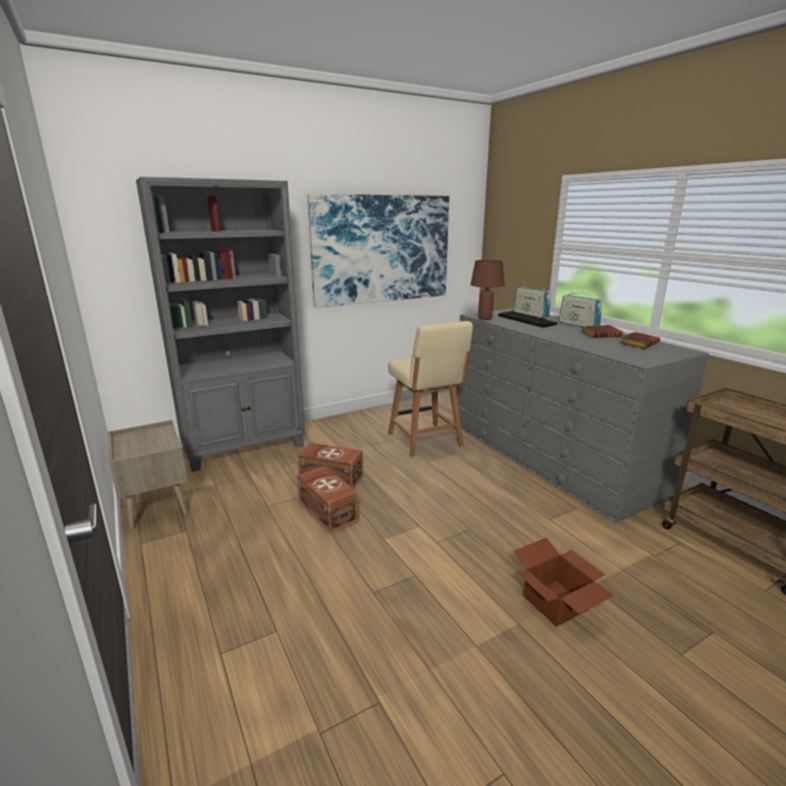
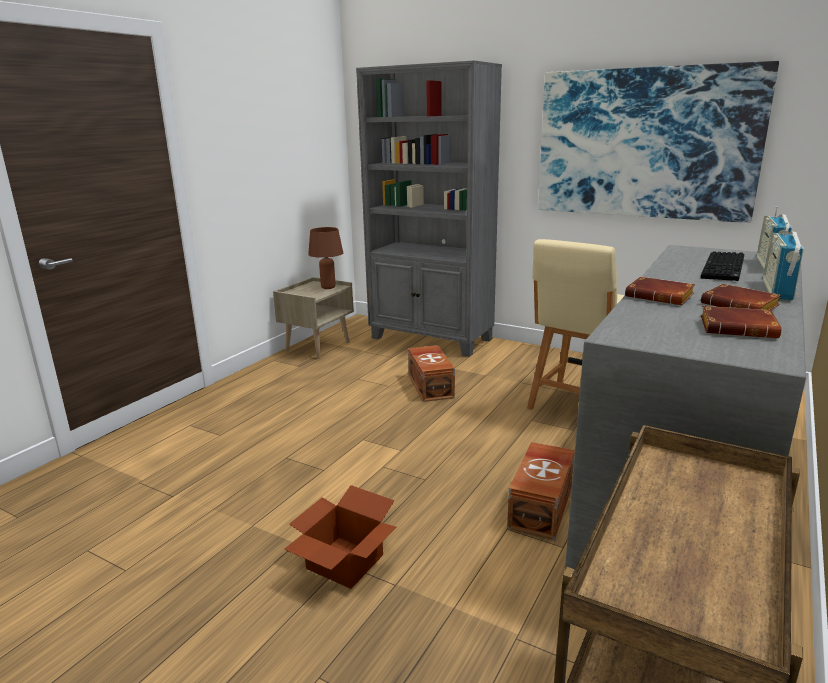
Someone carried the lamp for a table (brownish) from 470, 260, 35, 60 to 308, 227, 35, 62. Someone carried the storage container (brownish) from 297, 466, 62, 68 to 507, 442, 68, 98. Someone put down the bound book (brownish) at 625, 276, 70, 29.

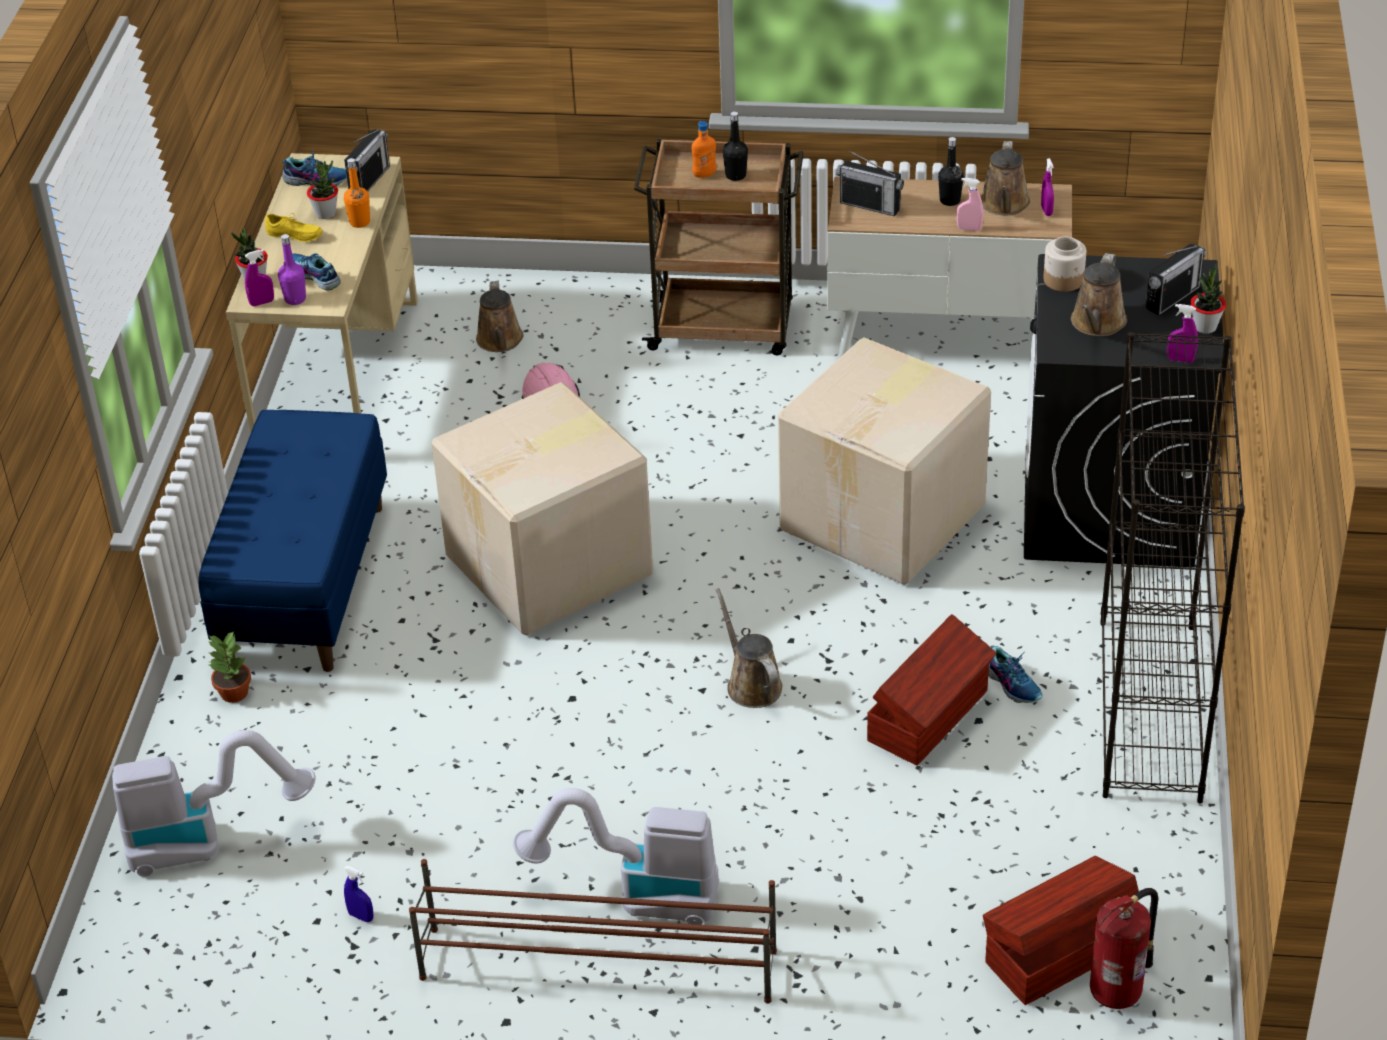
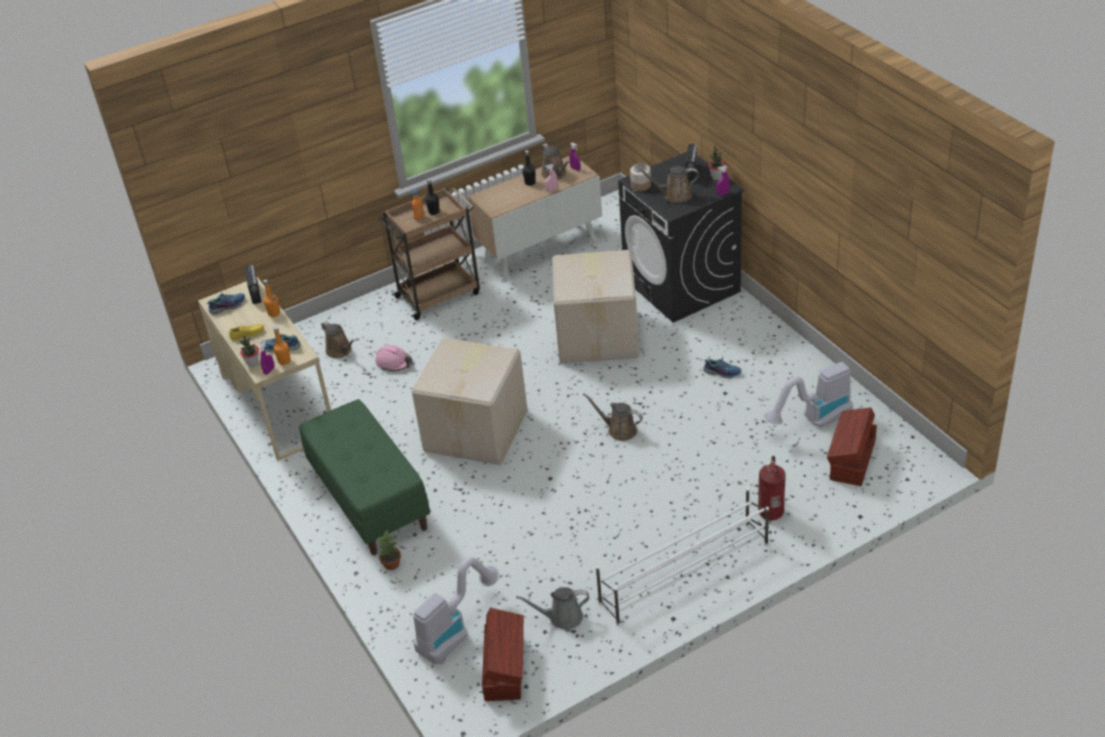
Someone repainted the bottle (purple-coloured) at 278, 234, 28, 71, which became the bottle (orange) at 273, 327, 18, 38. Someone repainted the indoor bench (blue) at 198, 410, 189, 262, which became the indoor bench (green-coloured) at 299, 399, 131, 156. Someone carried the storage container (brownish) from 867, 614, 130, 152 to 482, 608, 42, 93. Someone swapped the sprayer (blue) at 344, 866, 30, 56 for the watering pot (gray) at 516, 587, 73, 43. Someone repainted the shoe rack (brownish) at 409, 859, 368, 145, which became the shoe rack (white-coloured) at 596, 488, 173, 138. Someone rotated the watering pot (brownish) at 1071, 253, 56, 84 by 105 degrees clockwise. Someone carried the extinguisher from 1090, 888, 68, 121 to 758, 456, 28, 64. Someone carried the vacuum from 513, 788, 206, 137 to 764, 362, 89, 66. Someone took away the plant in a pot at 307, 160, 31, 59. Someone took away the radio receiver at 836, 150, 68, 66. Someone took away the shelving unit (blackish) at 1100, 332, 145, 472.

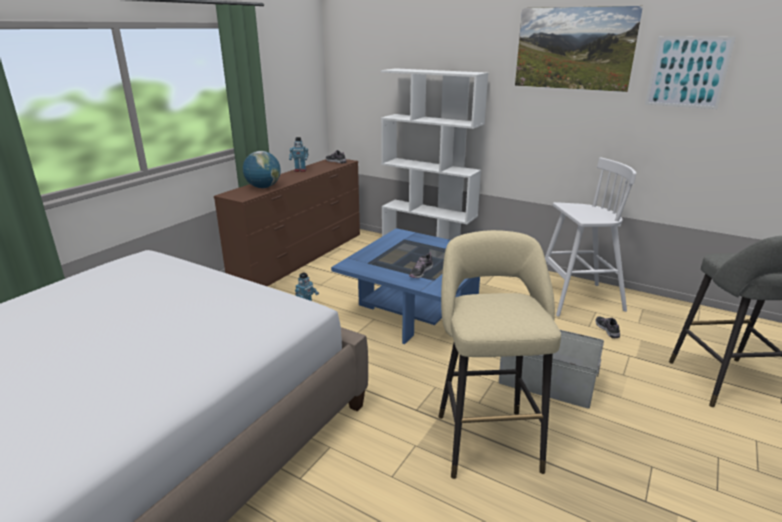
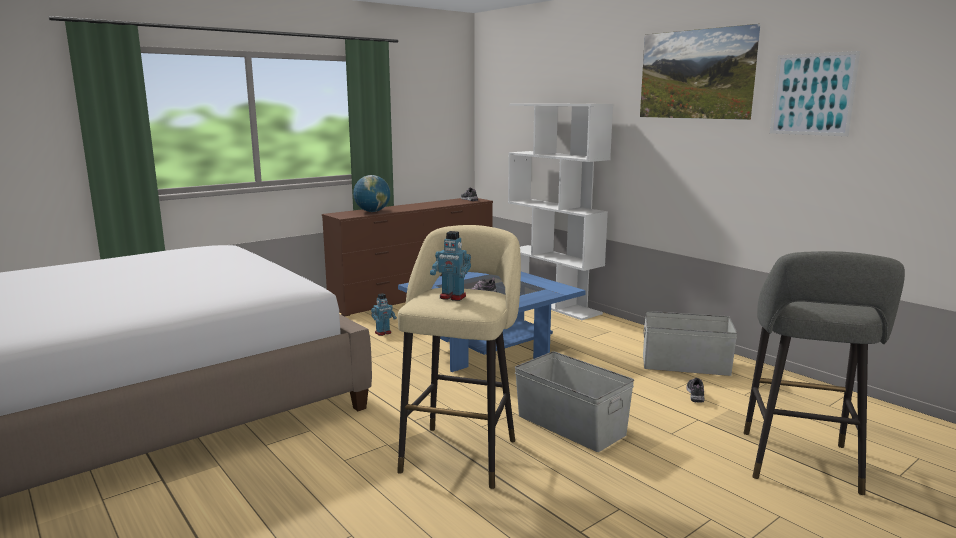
Someone carried the model robot from 289, 137, 19, 35 to 430, 231, 41, 70. Someone swapped the stool (white-coloured) at 545, 158, 91, 159 for the storage container (gray) at 643, 311, 95, 65.

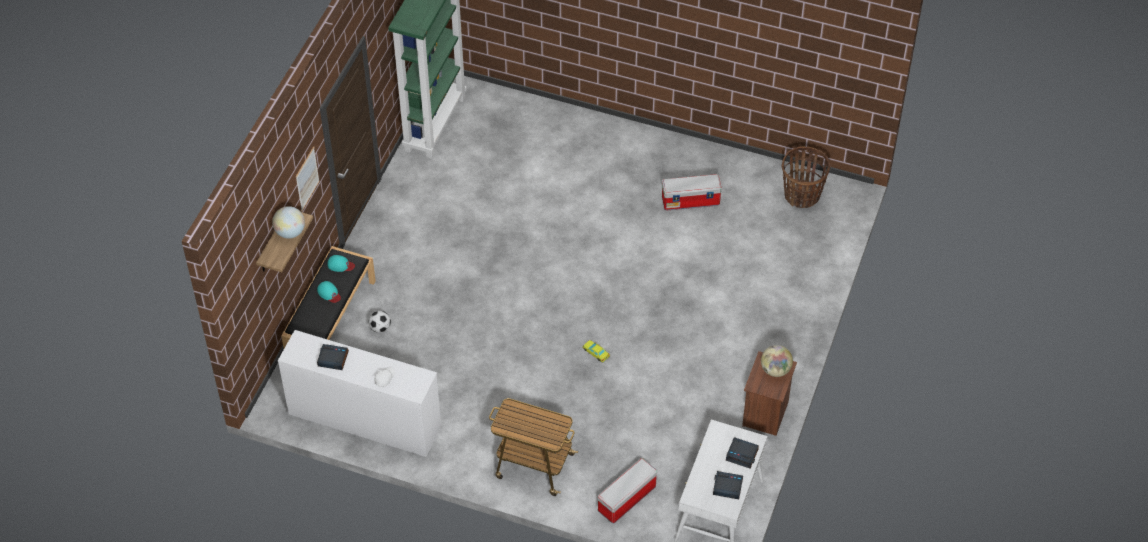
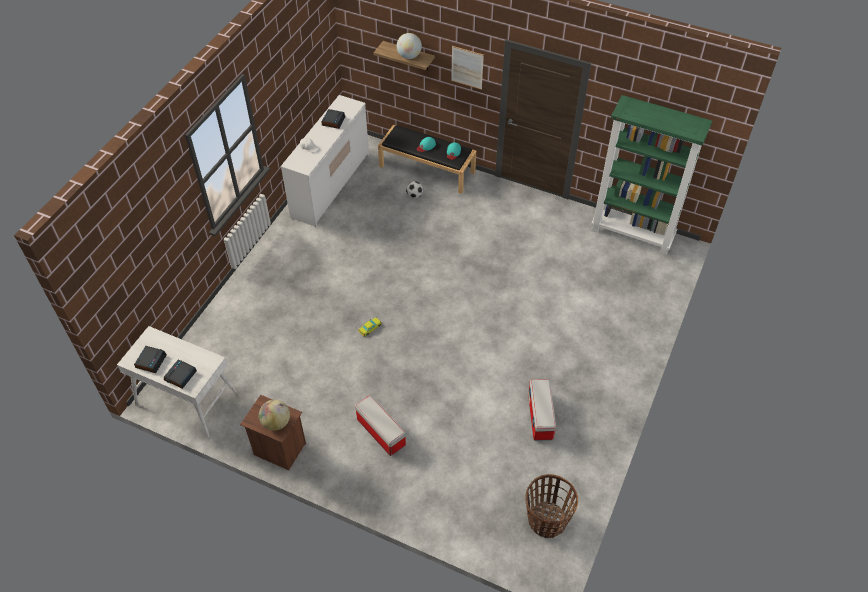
Someone carried the storage container from 598, 458, 59, 66 to 355, 396, 51, 60. Someone took away the cart at 489, 398, 89, 98.

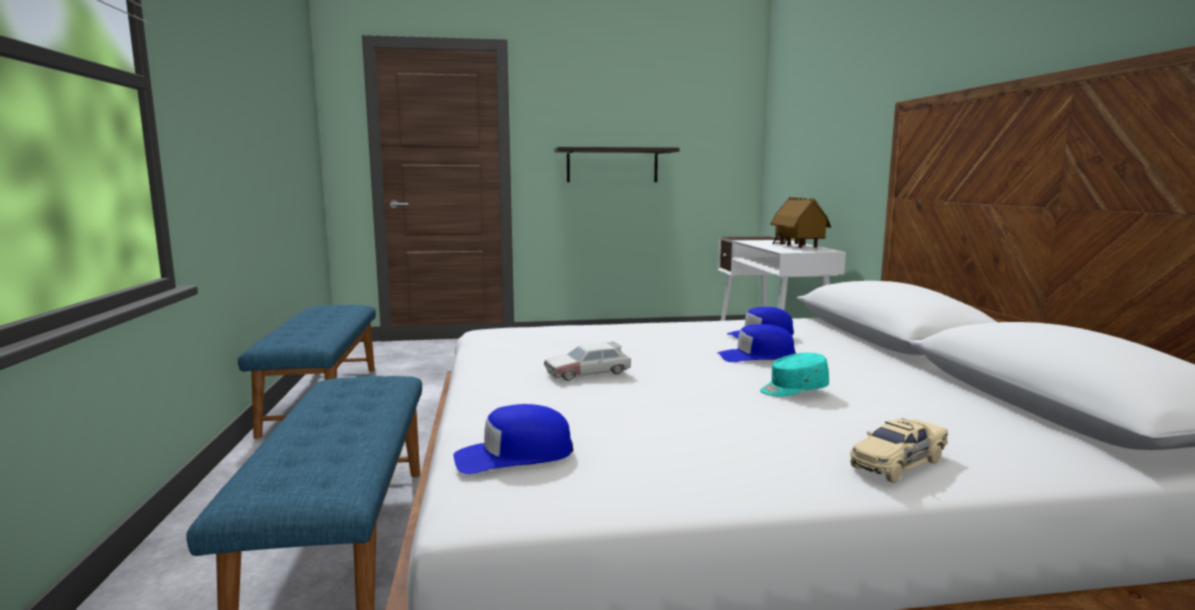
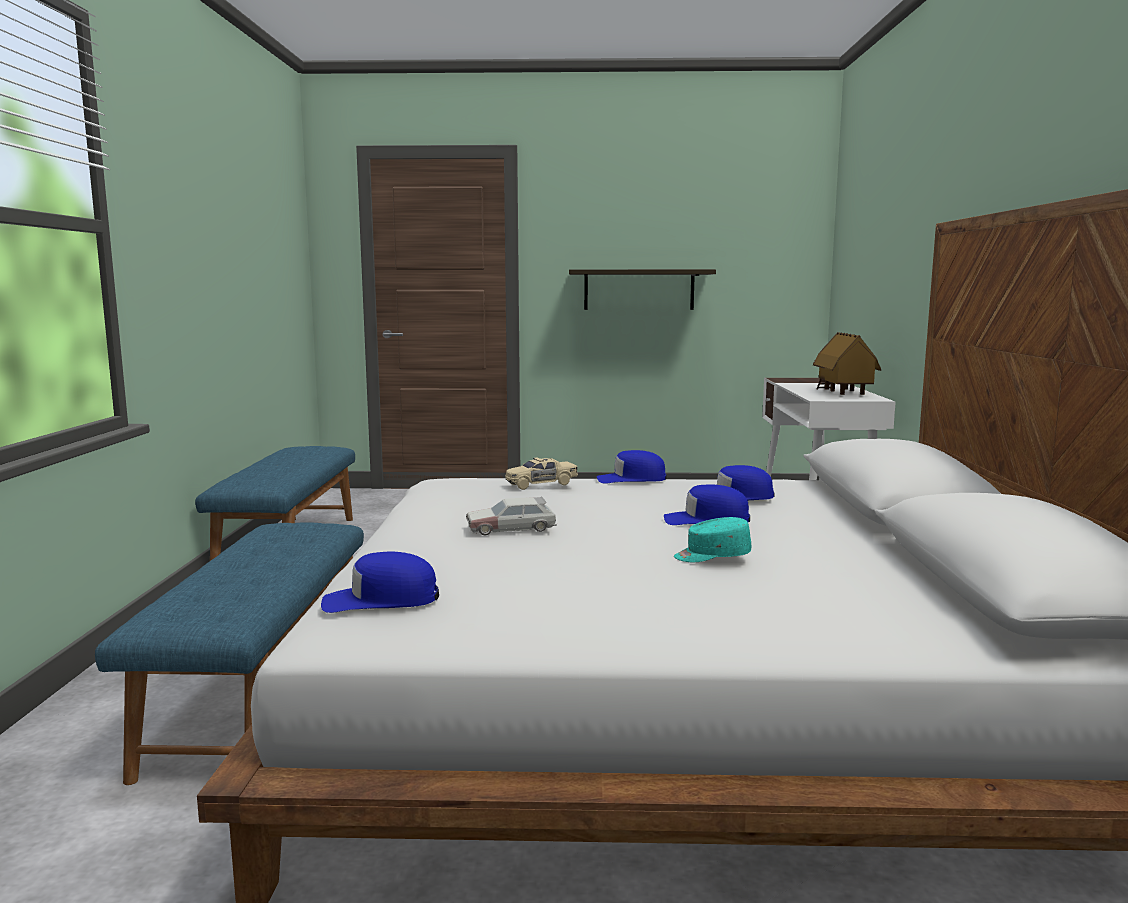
Someone carried the toy car (beige) from 850, 418, 98, 65 to 505, 457, 73, 33. Someone put down the cap (blue) at 597, 450, 70, 34.

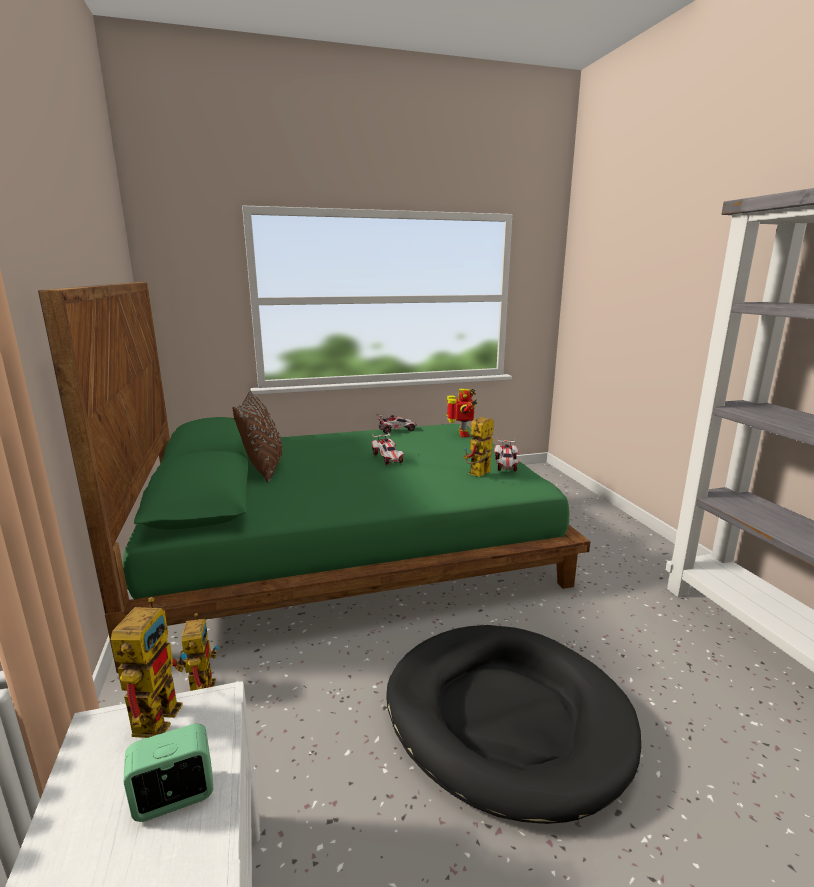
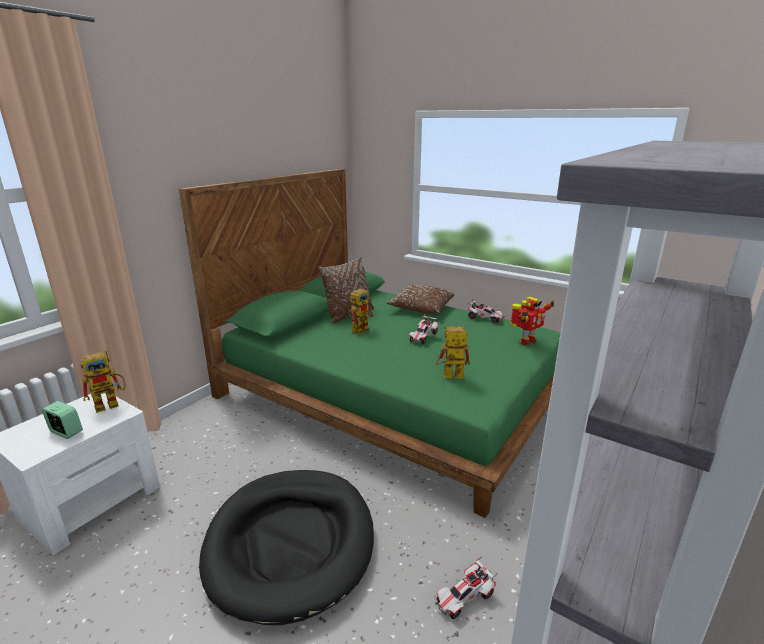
Someone carried the model robot from 180, 613, 38, 78 to 351, 286, 23, 48. Someone put down the cushion (brownish) at 386, 285, 68, 29. Someone carried the toy car from 494, 437, 25, 35 to 435, 556, 63, 63.

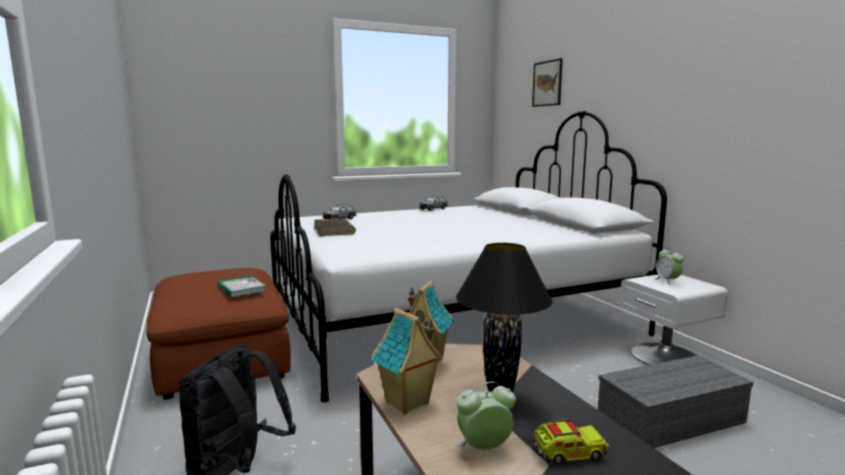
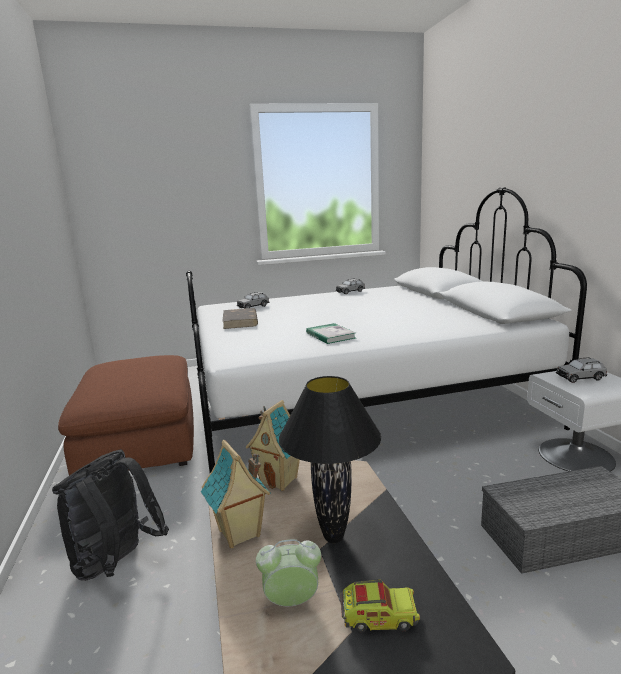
Someone carried the bound book from 218, 276, 49, 22 to 306, 323, 50, 21. Someone swapped the table clock at 654, 247, 30, 38 for the toy car (gray) at 556, 357, 51, 26. Someone took away the wall art at 532, 58, 31, 49.

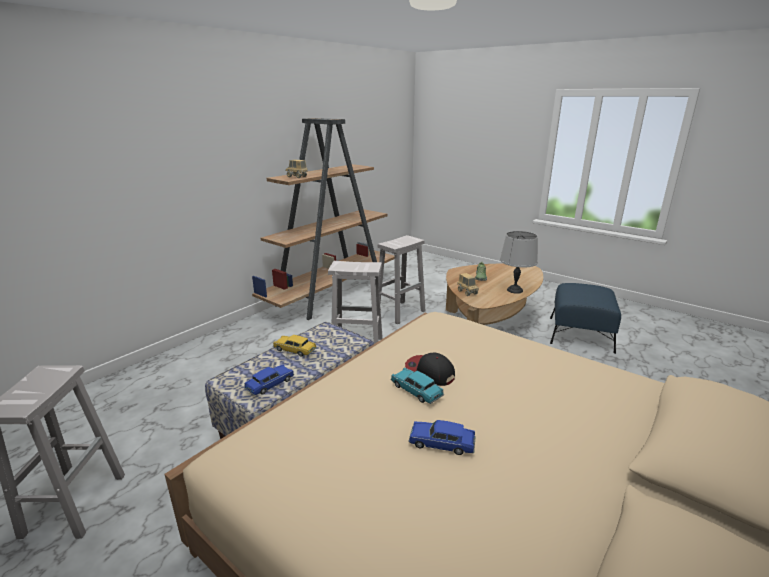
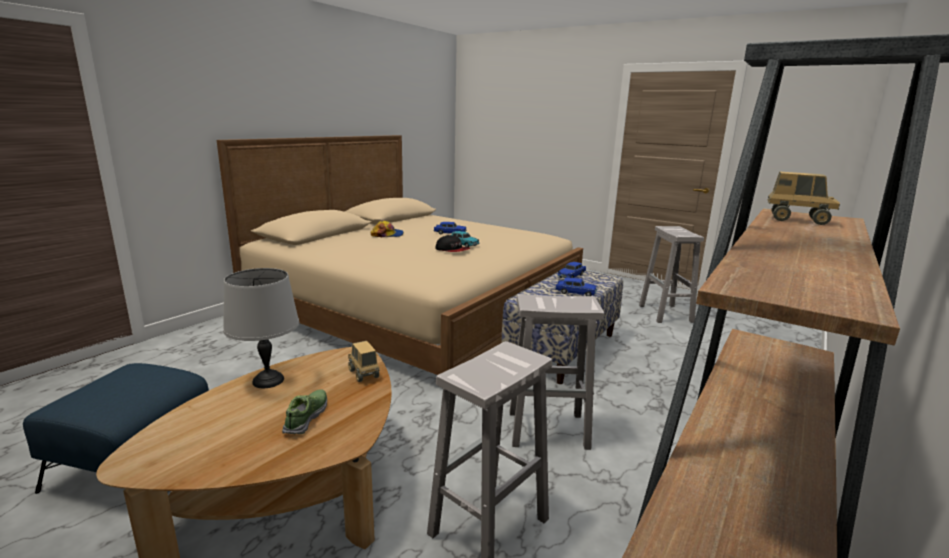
Someone put down the cap at 370, 221, 34, 16. Someone repainted the toy car (yellow) at 273, 335, 44, 22, which became the toy car (blue) at 555, 278, 42, 18.

